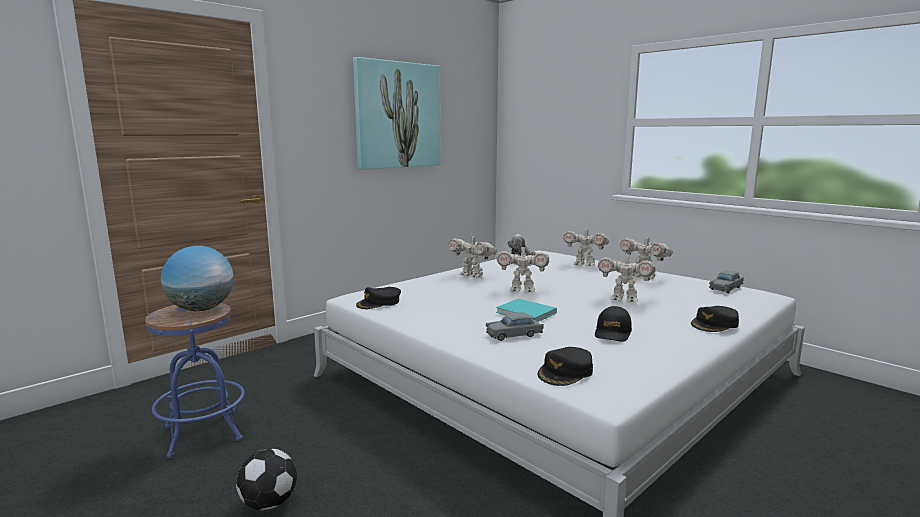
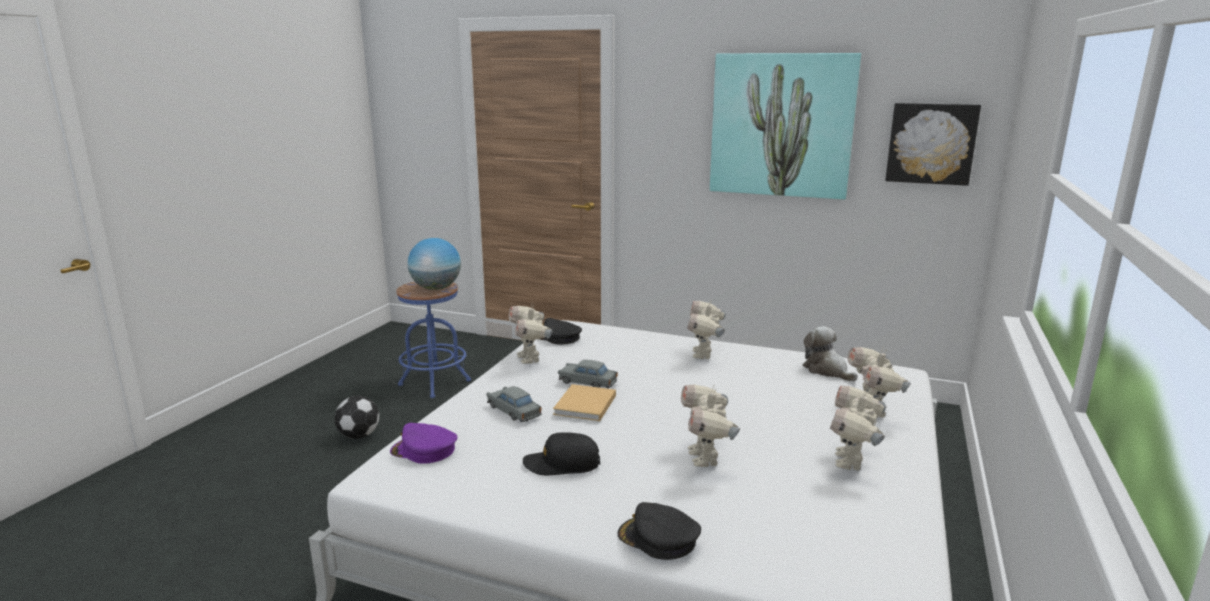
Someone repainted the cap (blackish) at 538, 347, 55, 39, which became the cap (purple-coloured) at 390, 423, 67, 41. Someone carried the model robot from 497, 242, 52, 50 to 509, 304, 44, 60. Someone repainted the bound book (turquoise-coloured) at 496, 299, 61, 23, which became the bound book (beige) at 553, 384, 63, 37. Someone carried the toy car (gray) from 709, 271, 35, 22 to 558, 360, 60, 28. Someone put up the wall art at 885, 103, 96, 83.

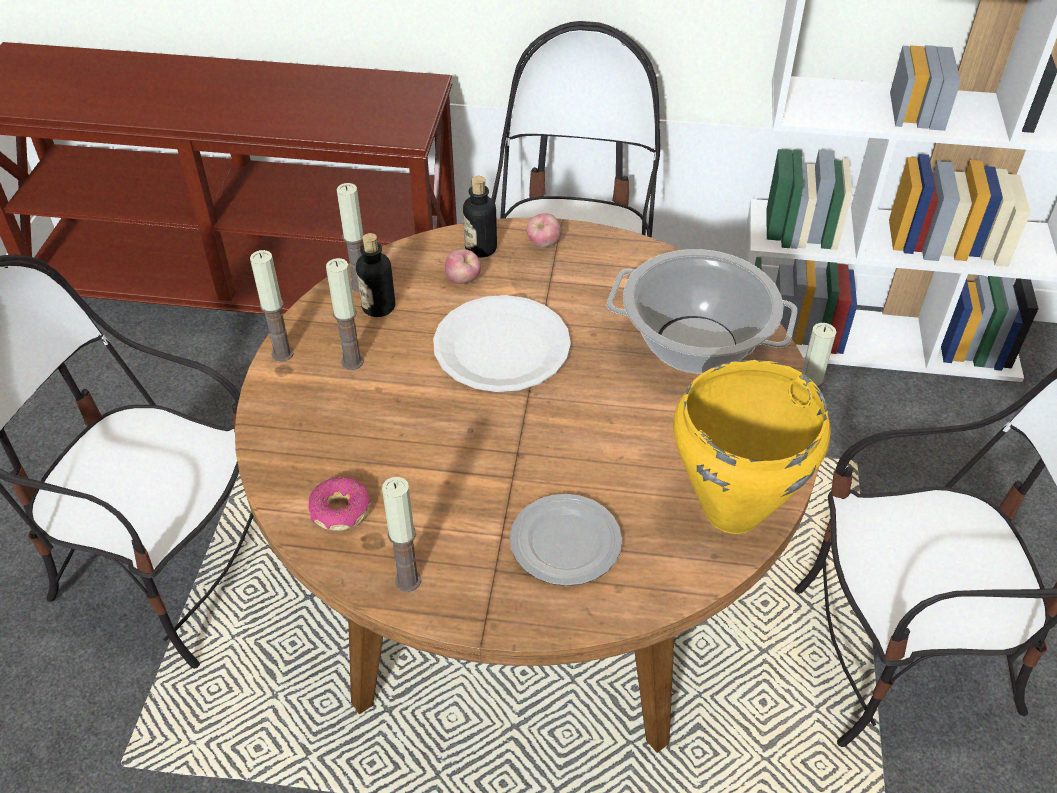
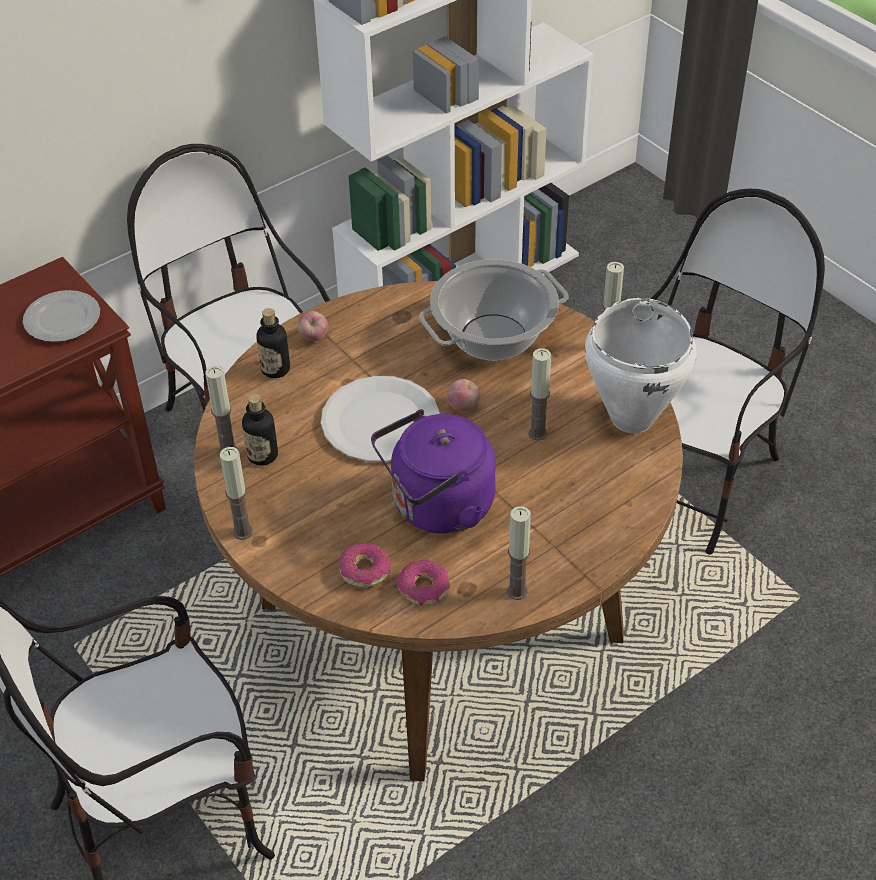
Someone carried the plate from 510, 494, 112, 92 to 23, 290, 77, 52. Someone put down the ring doughnut at 339, 543, 52, 44. Someone put down the kettle (purple-coloured) at 371, 409, 125, 125. Someone carried the whole apple from 445, 249, 36, 35 to 447, 379, 33, 33. Someone carried the wax light from 326, 258, 38, 112 to 528, 348, 23, 93. Someone repainted the saucepot (yellow) at 673, 360, 158, 174, which became the saucepot (white-coloured) at 585, 298, 112, 135.

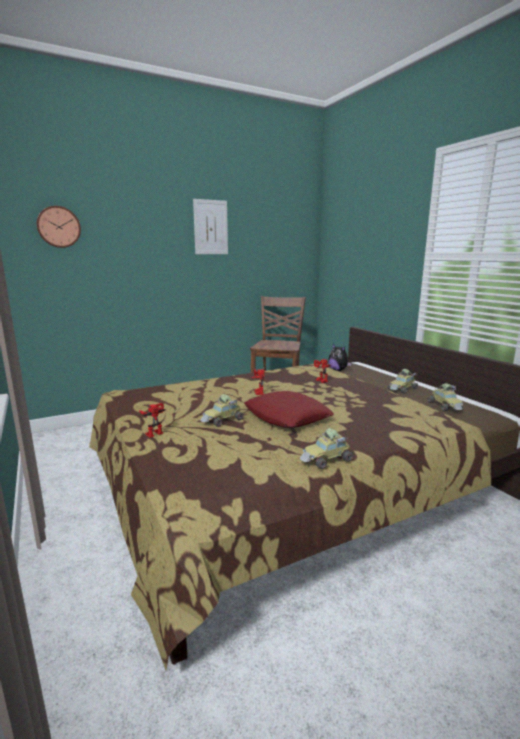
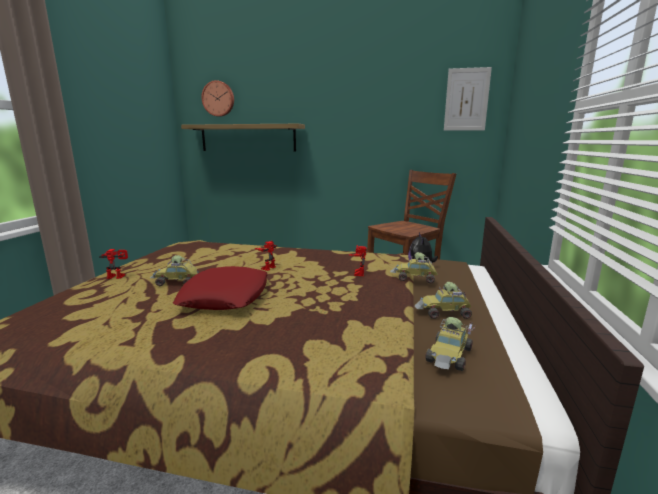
Someone put up the bracket shelf at 181, 124, 124, 28. Someone carried the toy car from 300, 428, 53, 41 to 390, 252, 48, 31. Someone carried the wall art from 193, 199, 35, 55 to 444, 67, 48, 64.

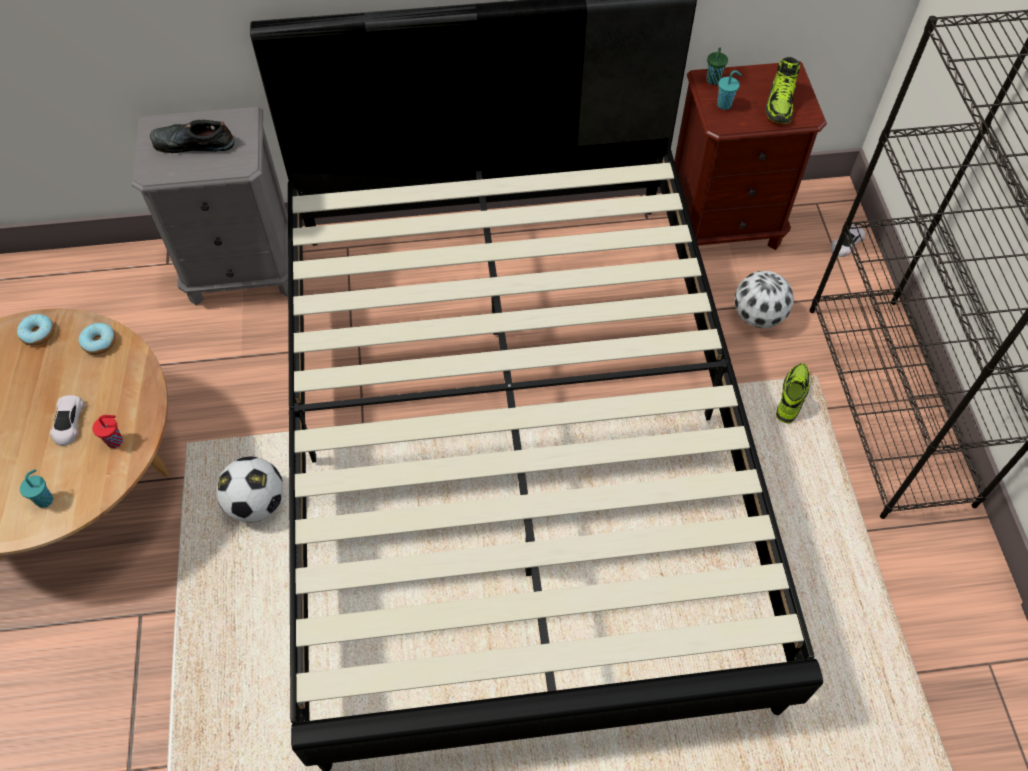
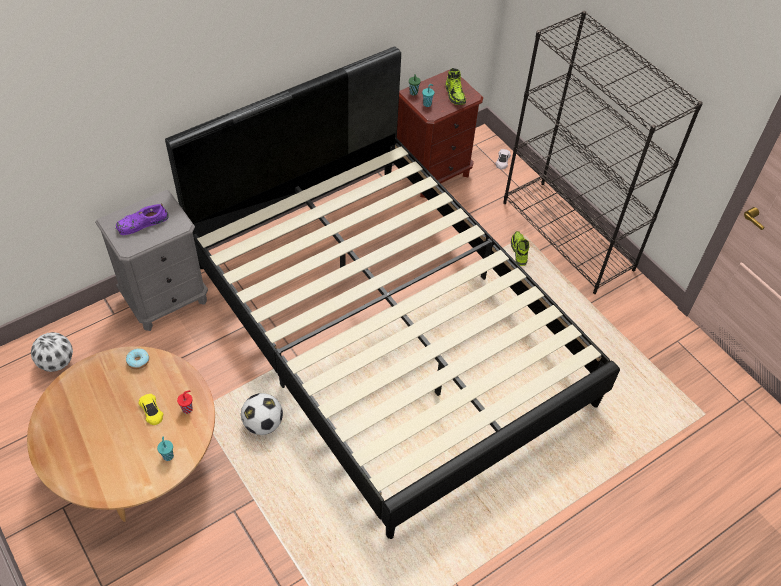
Someone carried the football ball from 735, 271, 59, 57 to 31, 332, 42, 40. Someone repainted the item of footwear (blackish) at 150, 120, 84, 33, which became the item of footwear (purple-coloured) at 116, 204, 53, 31. Someone repainted the toy car (white-coloured) at 49, 395, 36, 51, which became the toy car (yellow) at 138, 394, 25, 31. Someone took away the ring doughnut at 17, 314, 37, 32.

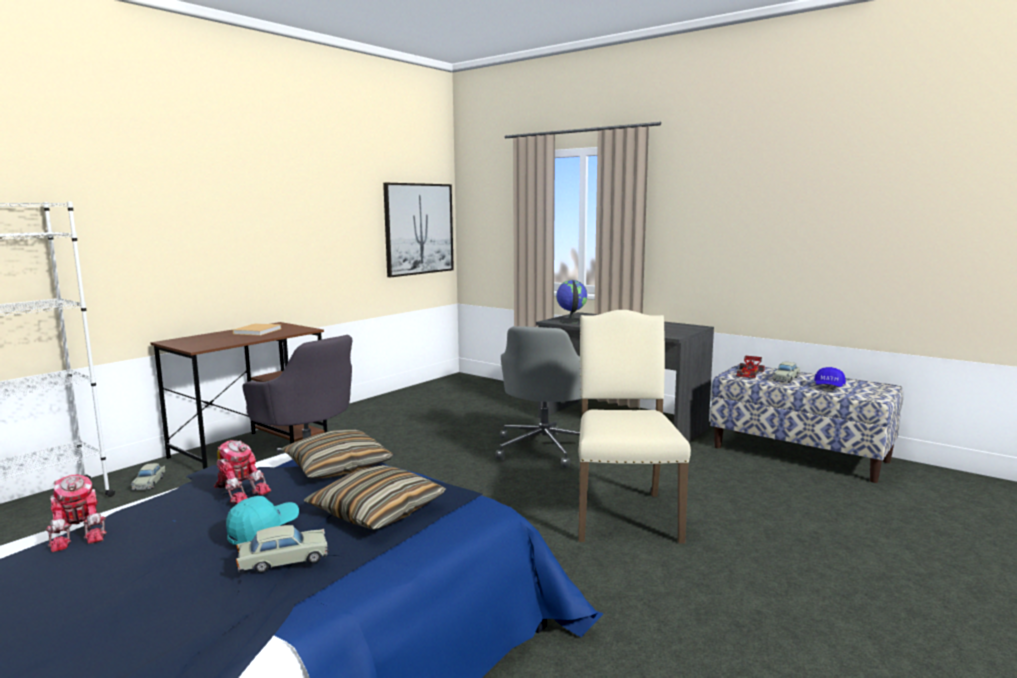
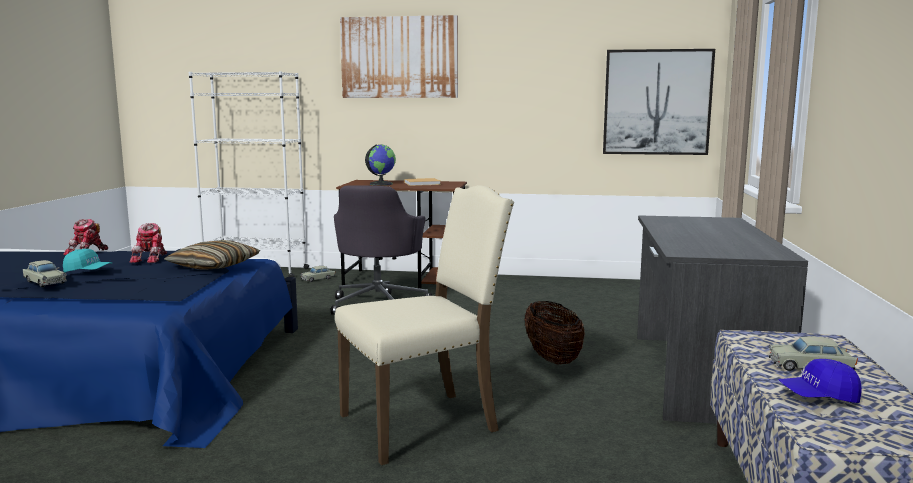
Someone put up the wall art at 340, 15, 118, 83. Someone carried the desk globe from 556, 280, 31, 44 to 365, 145, 31, 41. Someone swapped the office chair (gray) at 495, 326, 87, 142 for the household basket at 524, 301, 61, 64. Someone took away the cushion at 304, 465, 142, 65. Someone took away the toy car at 736, 356, 29, 22.

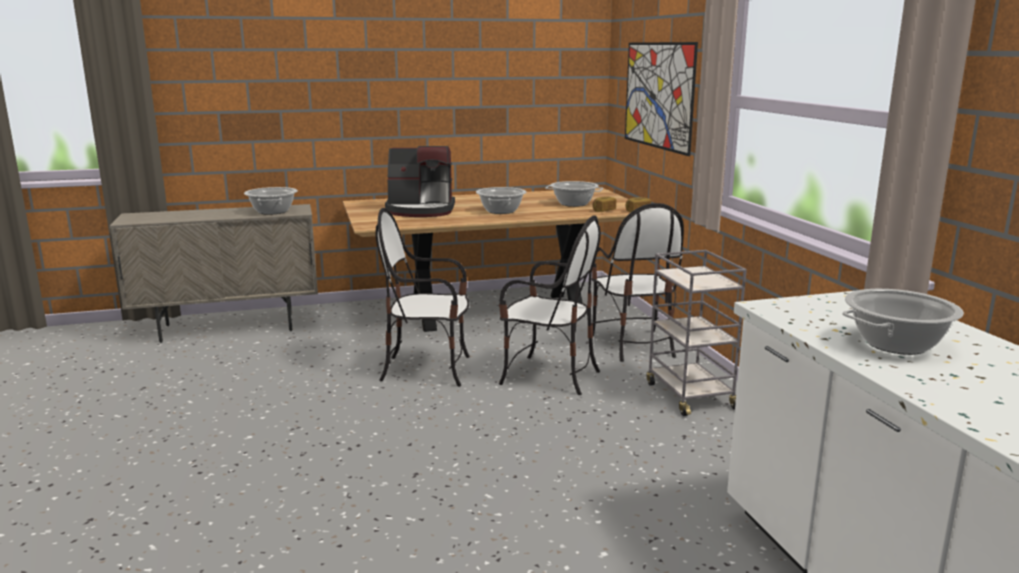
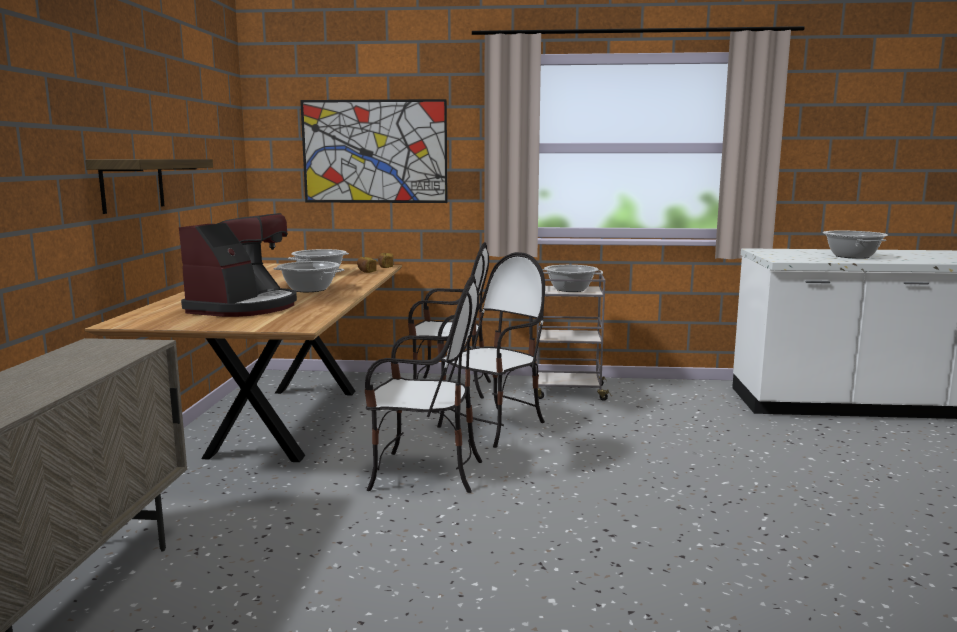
Someone put up the bracket shelf at 85, 159, 128, 55. Someone rotated the chair at 375, 208, 95, 179 by 105 degrees counterclockwise. Someone carried the saucepot from 244, 187, 54, 28 to 542, 265, 61, 27.

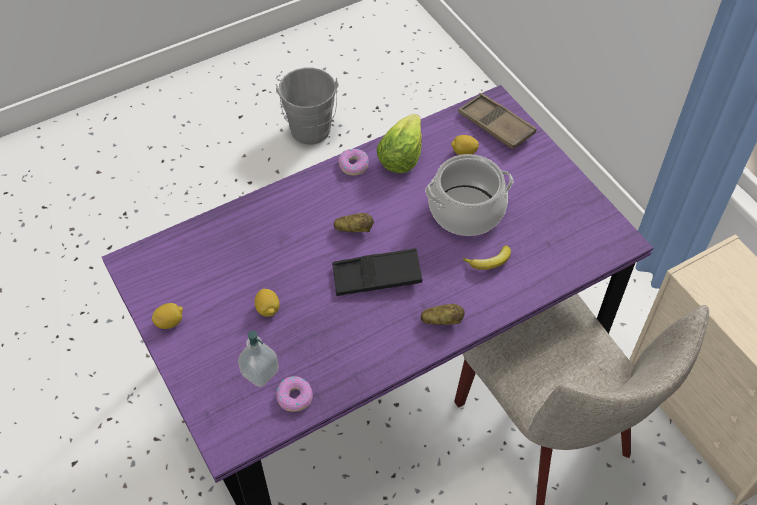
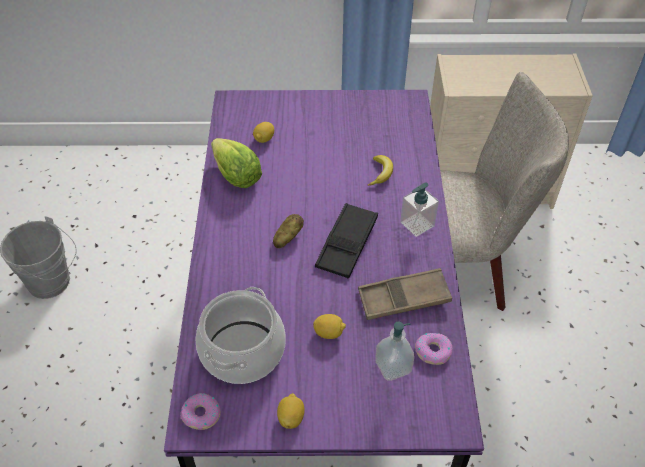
Someone carried the ring doughnut from 338, 149, 31, 26 to 181, 393, 40, 37. Someone carried the saucepot from 425, 154, 88, 82 to 195, 287, 91, 97. Someone carried the serving tray (brownish) from 458, 93, 79, 56 to 358, 268, 94, 52. Someone swapped the spud at 421, 304, 44, 21 for the soap dispenser at 400, 183, 39, 54.

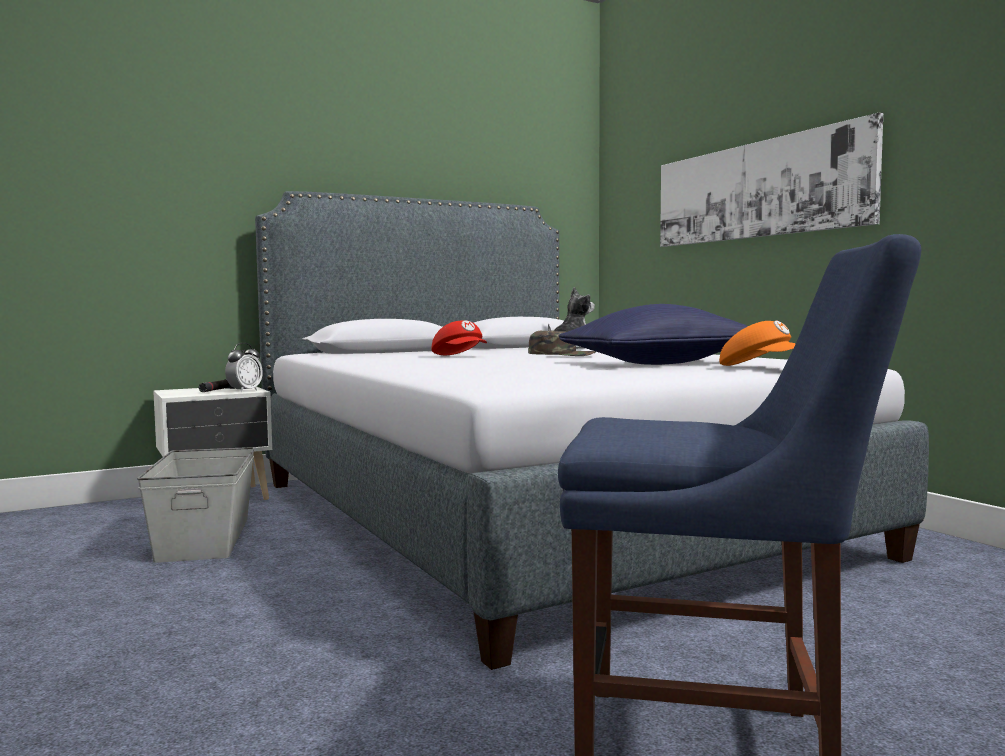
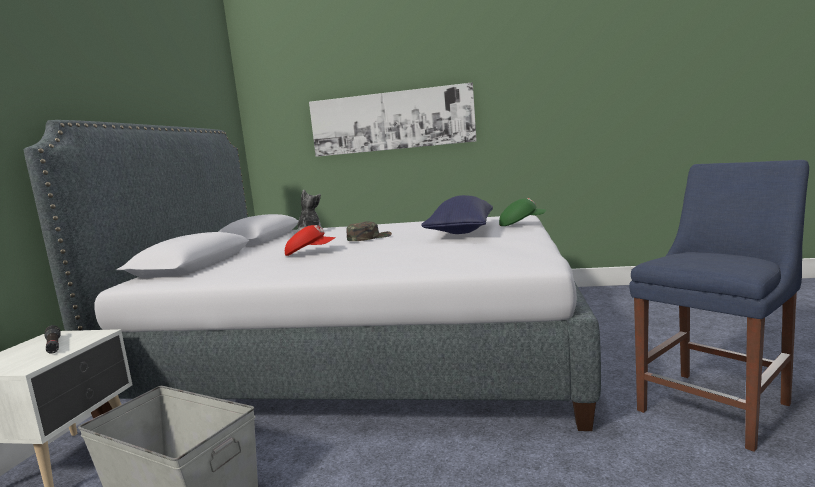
Someone repainted the cap (orange) at 720, 321, 76, 45, which became the cap (green-coloured) at 499, 198, 47, 28. Someone took away the table clock at 225, 343, 38, 49.

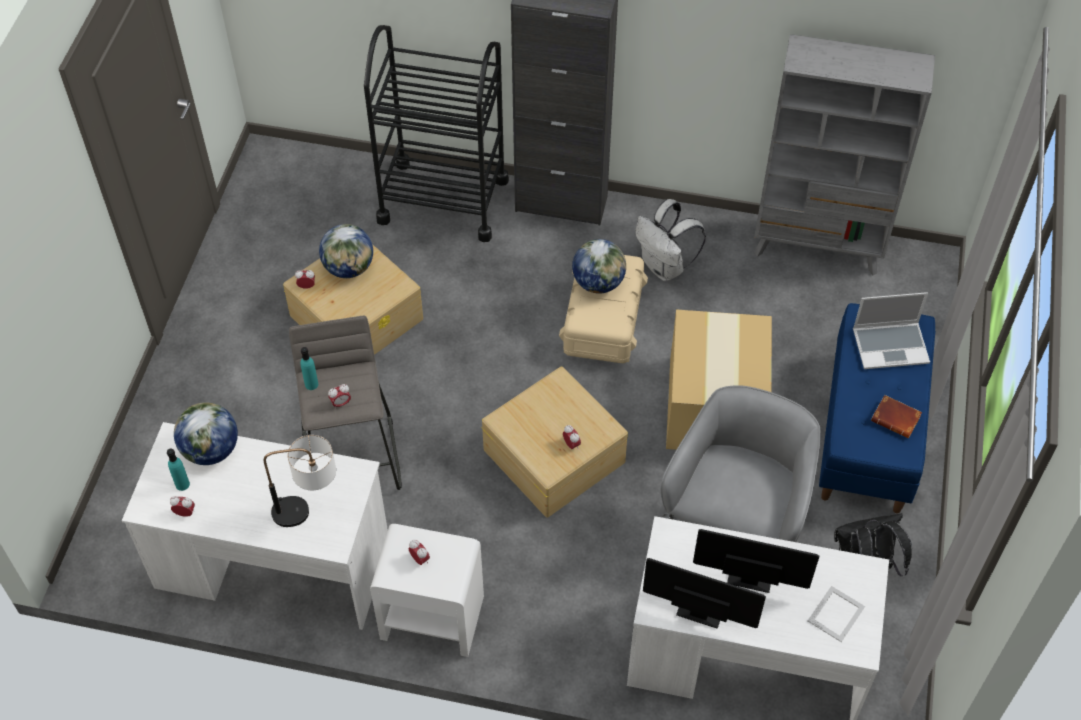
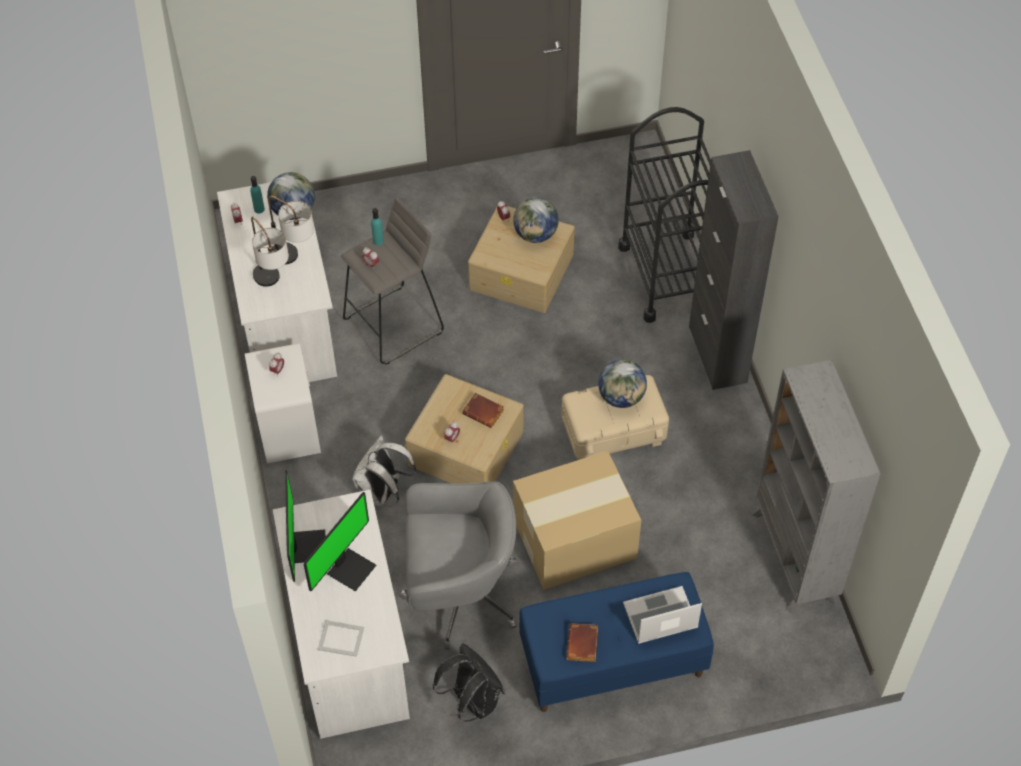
Someone put down the lamp for a table at 268, 196, 46, 68. Someone rotated the computer display at 693, 529, 126, 64 by 45 degrees clockwise. Someone carried the knapsack (white-coloured) from 635, 199, 71, 82 to 352, 435, 64, 72. Someone put down the bound book (brownish) at 462, 393, 42, 35. Someone rotated the notebook computer at 853, 292, 77, 77 by 105 degrees clockwise.

